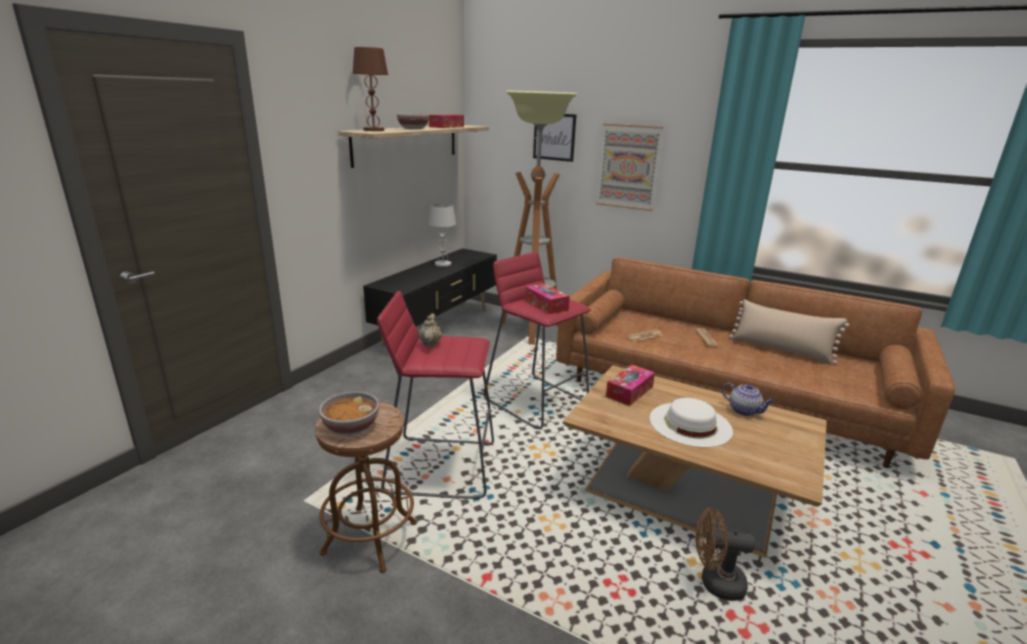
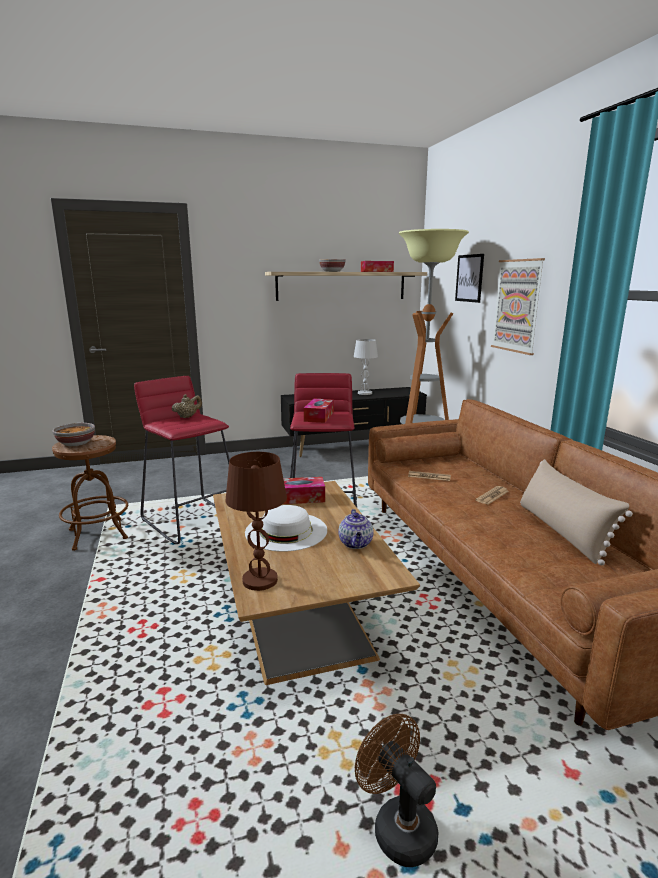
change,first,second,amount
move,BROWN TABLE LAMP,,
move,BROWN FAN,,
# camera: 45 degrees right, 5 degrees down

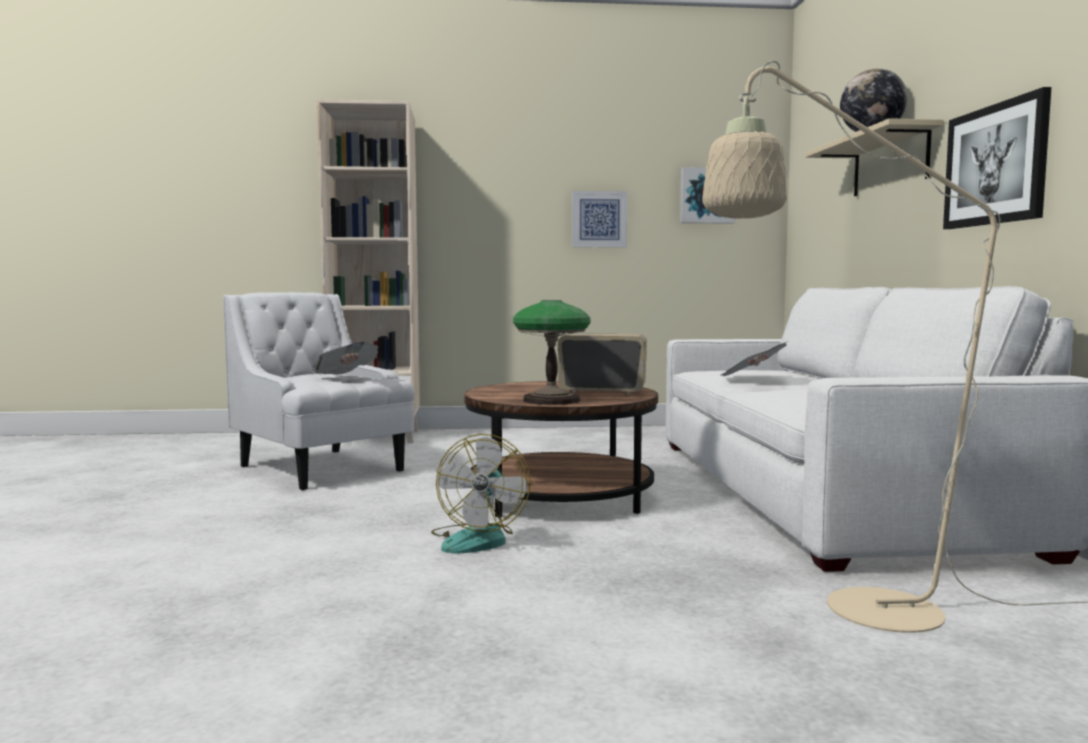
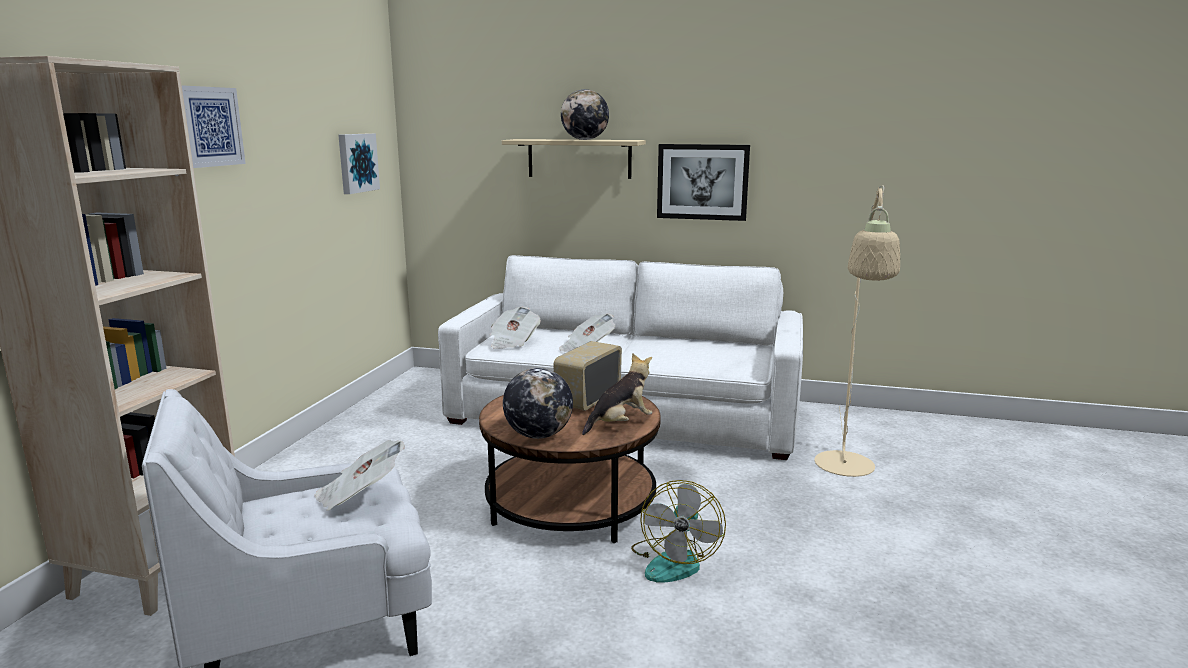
change,first,second,amount
insert,,NEWSPAPER (2nd from left),
insert,,GLOBE (1st from left),
move,PICTURE (1st from left),,
replace,TABLE LAMP,PLUSH TOY,
rotate,FAN,,75 degrees clockwise
# camera: 70 degrees left, 10 degrees up

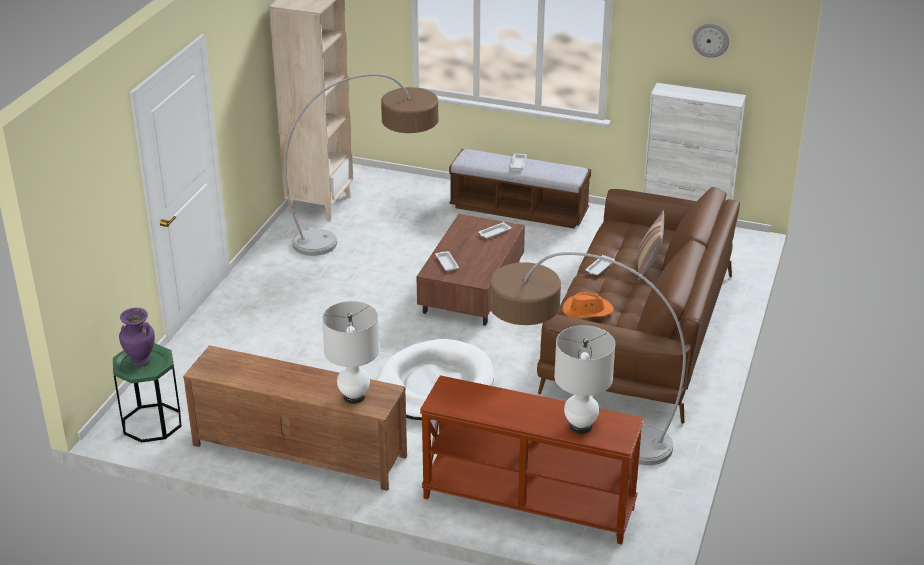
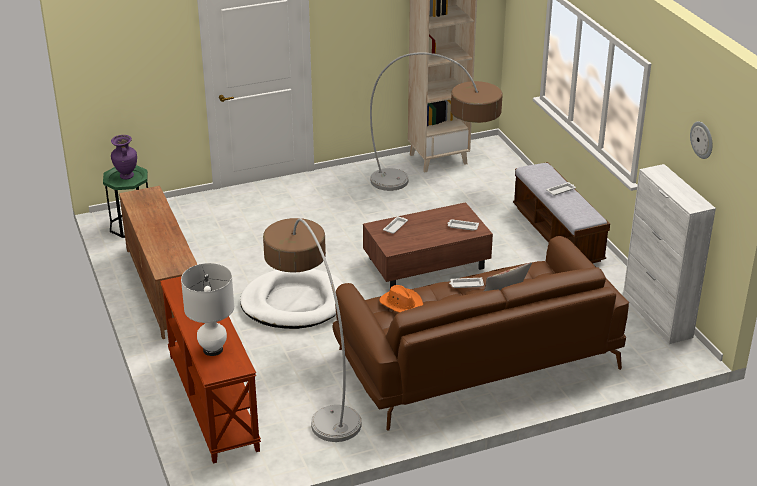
change,first,second,amount
delete,WHITE TABLE LAMP (1st from left),,
# camera: 50 degrees right, 0 degrees up

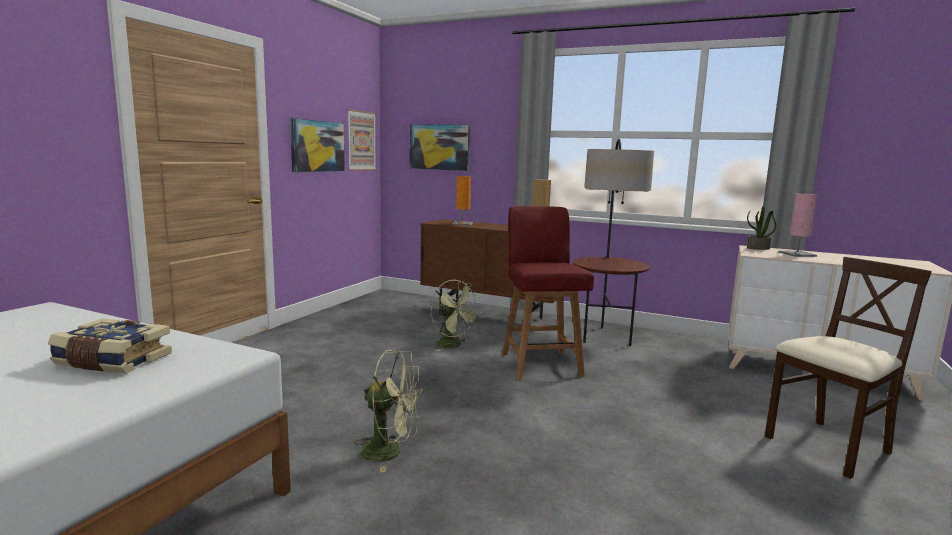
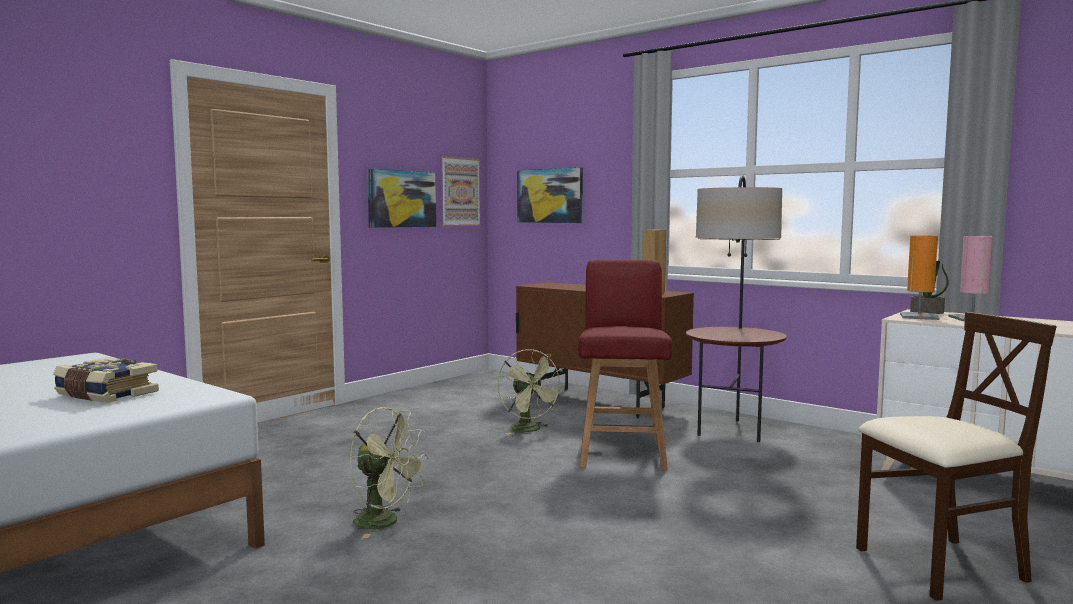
change,first,second,amount
move,ORANGE TABLE LAMP,,
# camera: 15 degrees right, 5 degrees down

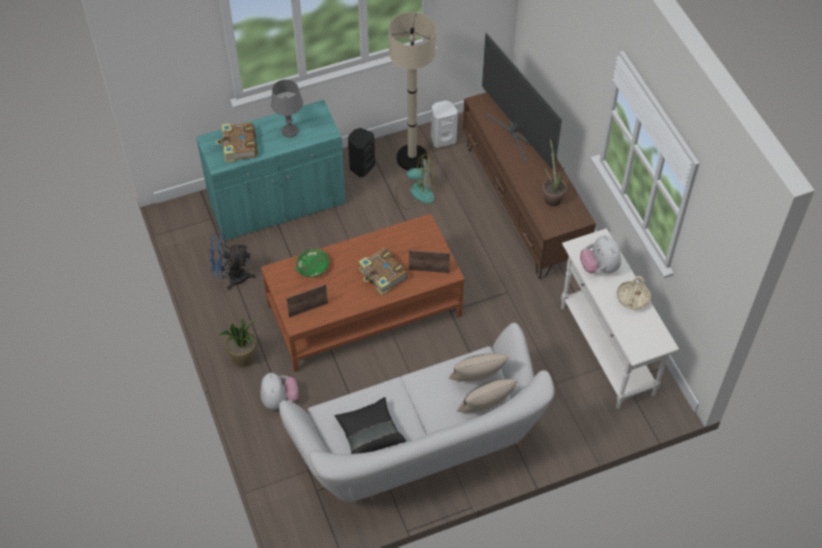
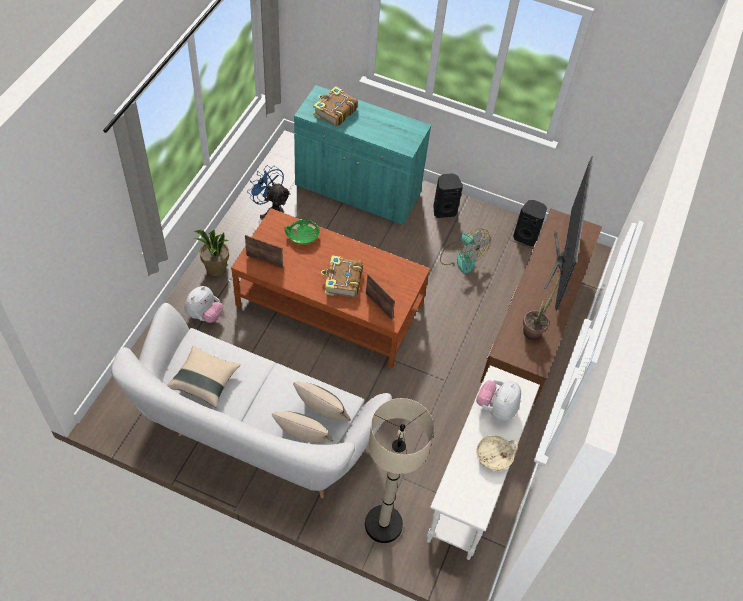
change,first,second,amount
delete,GREY TABLE LAMP,,
move,BEIGE FLOOR LAMP,,
recolor,BLACK PILLOW,BEIGE PILLOW (1st from left),
recolor,WHITE SPEAKER,BLACK SPEAKER (2nd from left),
# camera: 40 degrees right, 0 degrees up

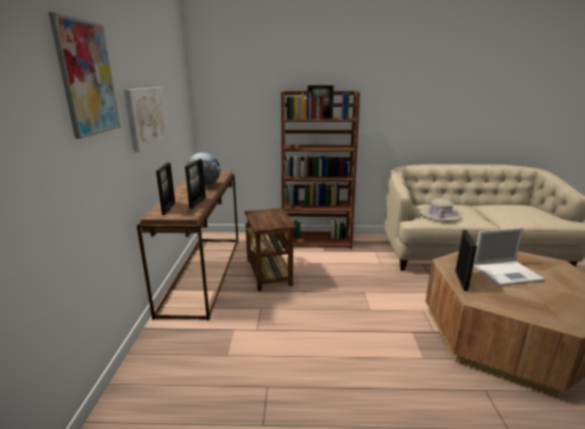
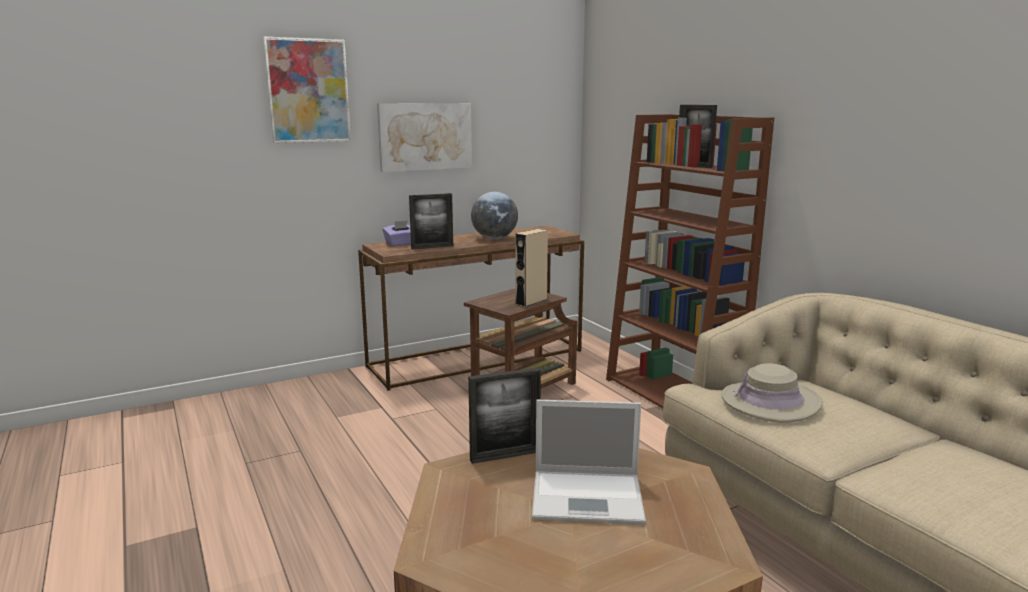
change,first,second,amount
insert,,BEIGE SPEAKER,
replace,PICTURE FRAME (1st from left),PURPLE TISSUE BOX,
rotate,LAPTOP,,45 degrees counterclockwise
# camera: 60 degrees right, 5 degrees down

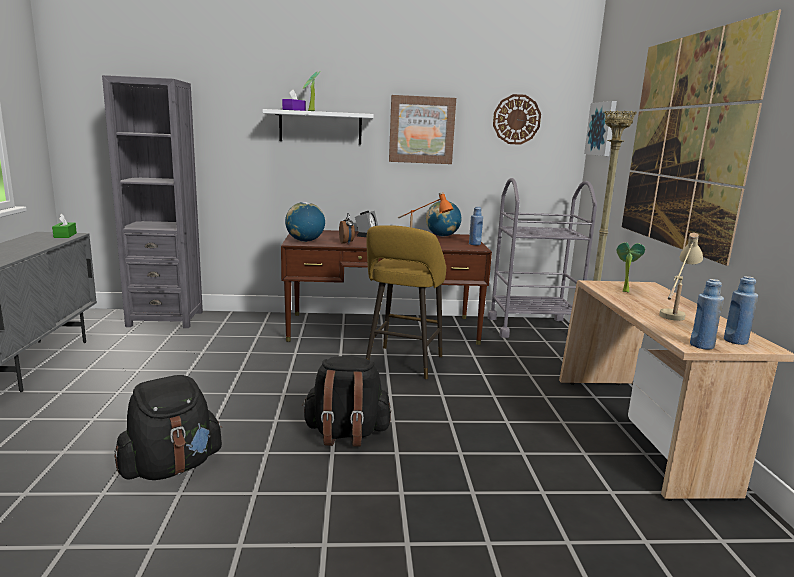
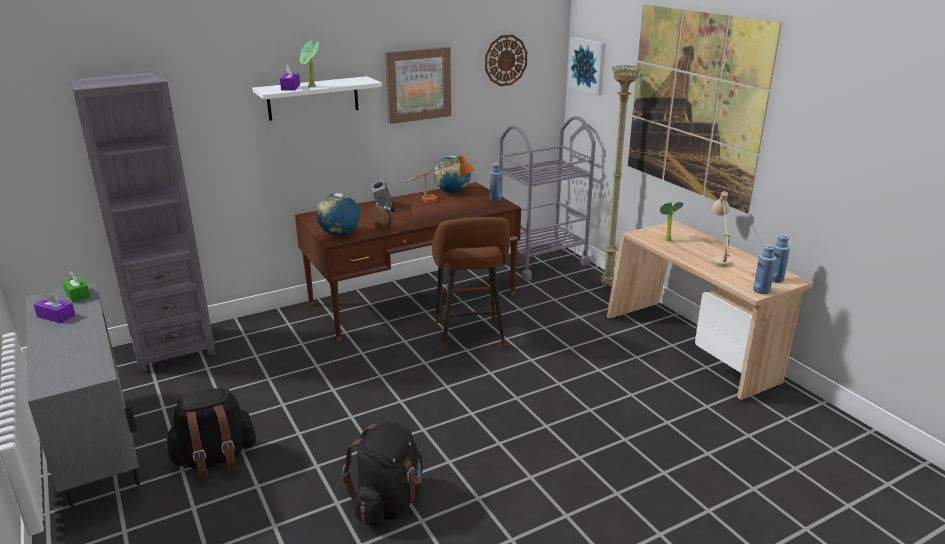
change,first,second,amount
insert,,PURPLE TISSUE BOX (1st from left),
move,BLACK BACKPACK (2nd from left in the first image),BLACK BACKPACK (1st from left),
recolor,YELLOW STOOL,BROWN STOOL,
# camera: 25 degrees left, 10 degrees up

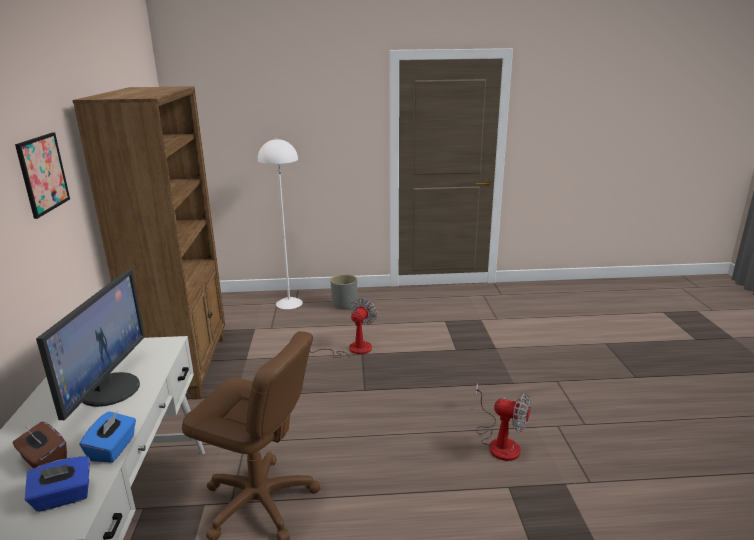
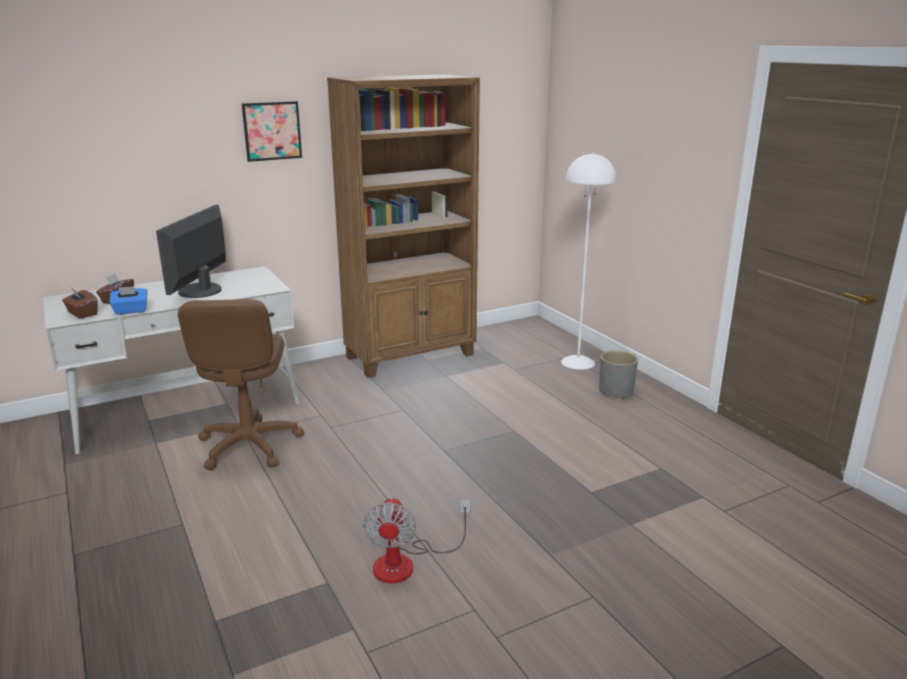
change,first,second,amount
delete,FAN (1st from left),,
recolor,BLUE TISSUE BOX (1st from left),BROWN TISSUE BOX (1st from left),
rotate,MONITOR,,120 degrees clockwise
# camera: 65 degrees right, 0 degrees up

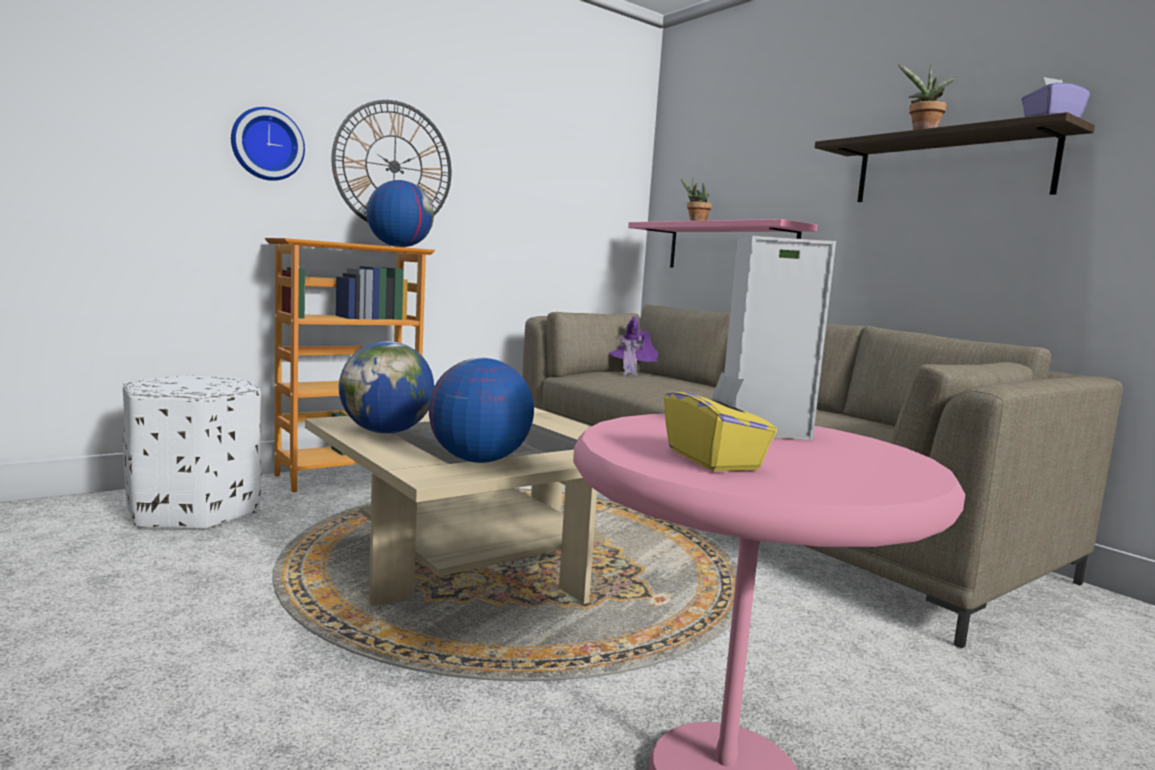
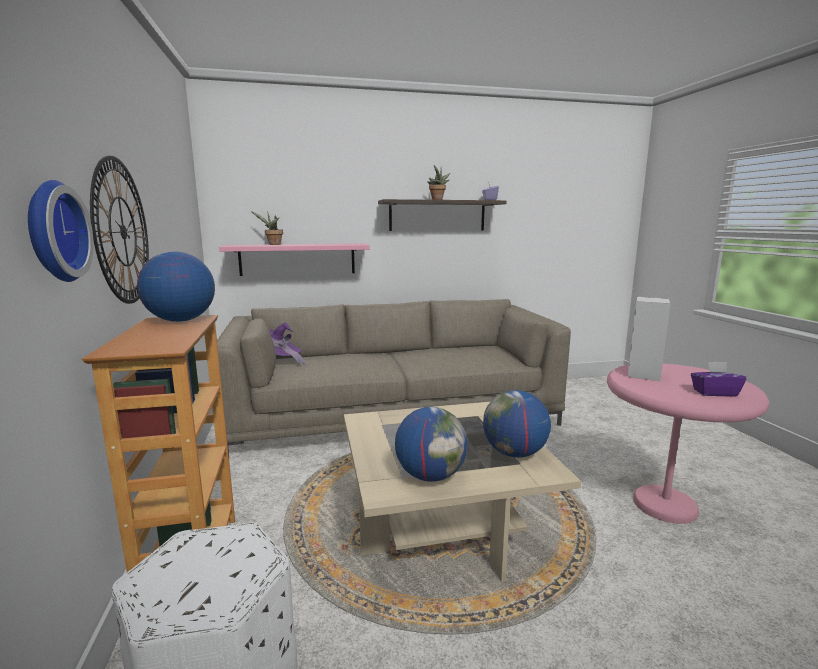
change,first,second,amount
recolor,YELLOW TISSUE BOX,PURPLE TISSUE BOX (2nd from left),
# camera: 65 degrees left, 5 degrees up

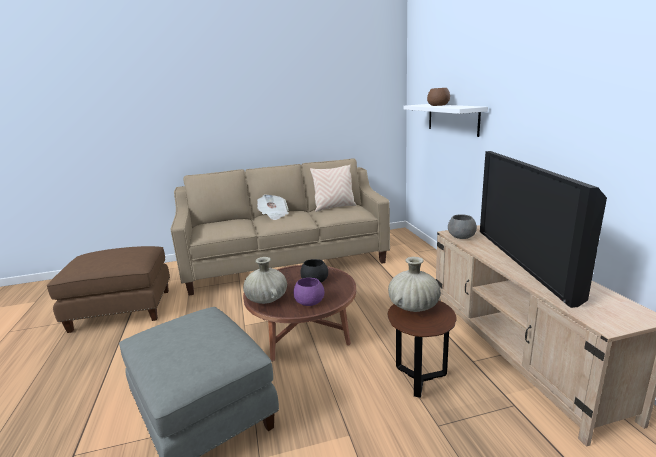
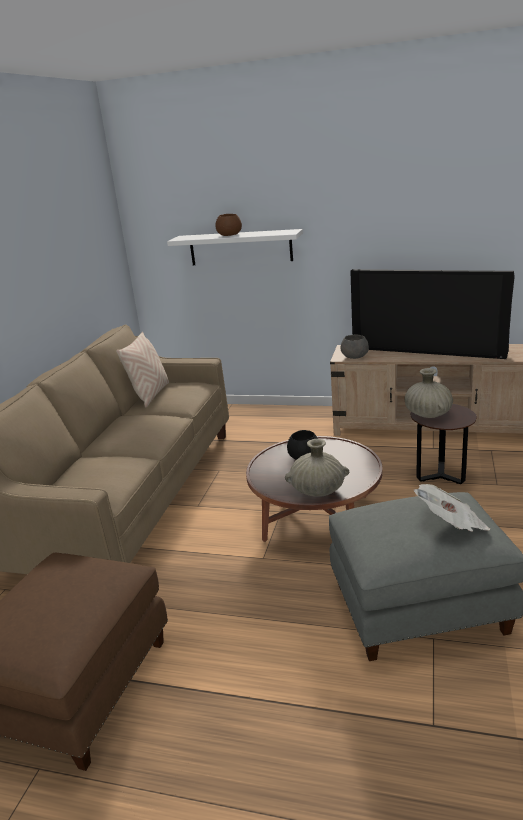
change,first,second,amount
delete,PURPLE BOWL,,
move,NEWSPAPER,,
# camera: 60 degrees left, 5 degrees up

